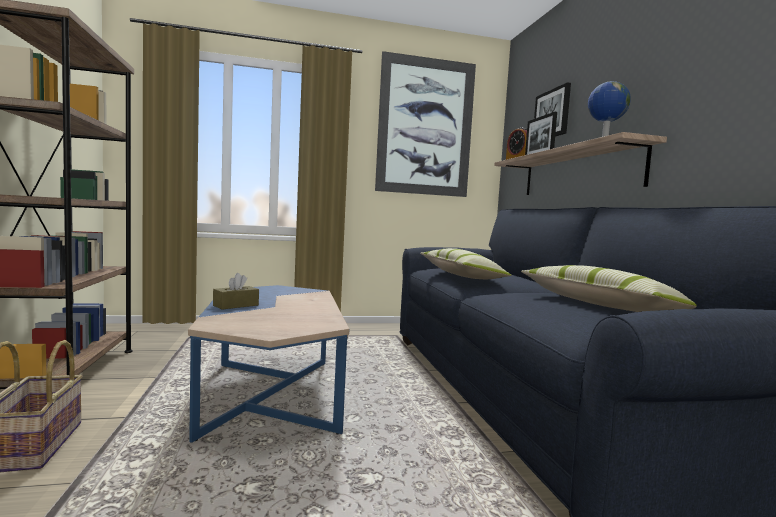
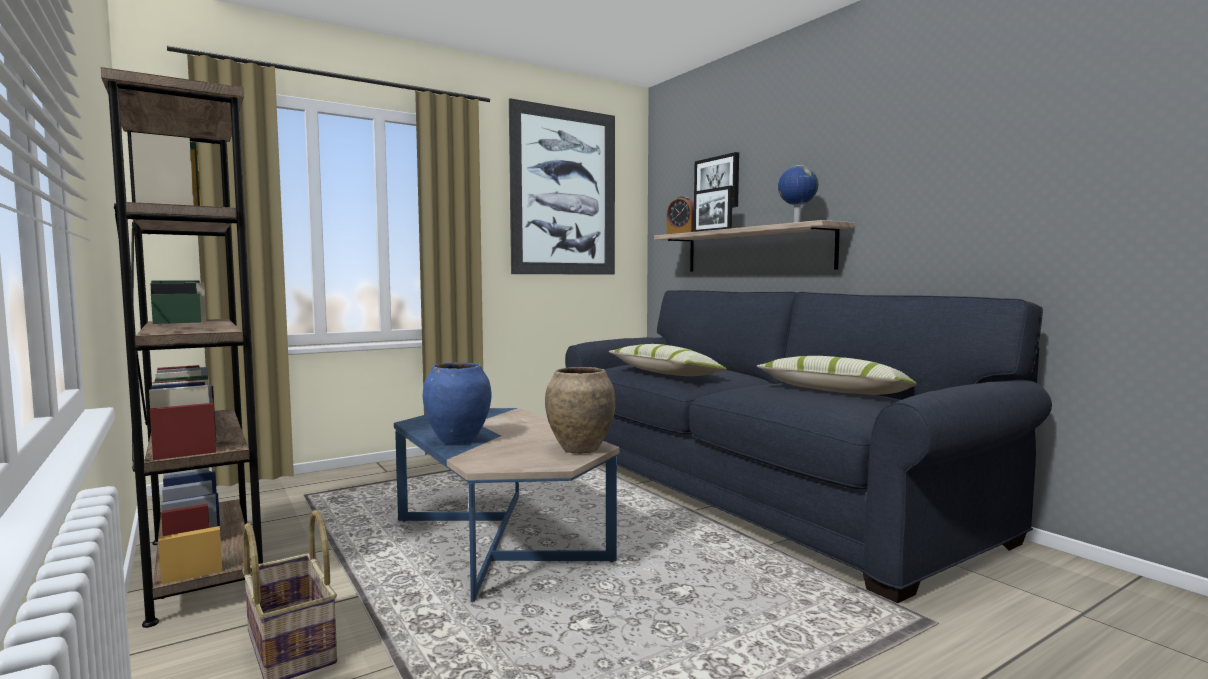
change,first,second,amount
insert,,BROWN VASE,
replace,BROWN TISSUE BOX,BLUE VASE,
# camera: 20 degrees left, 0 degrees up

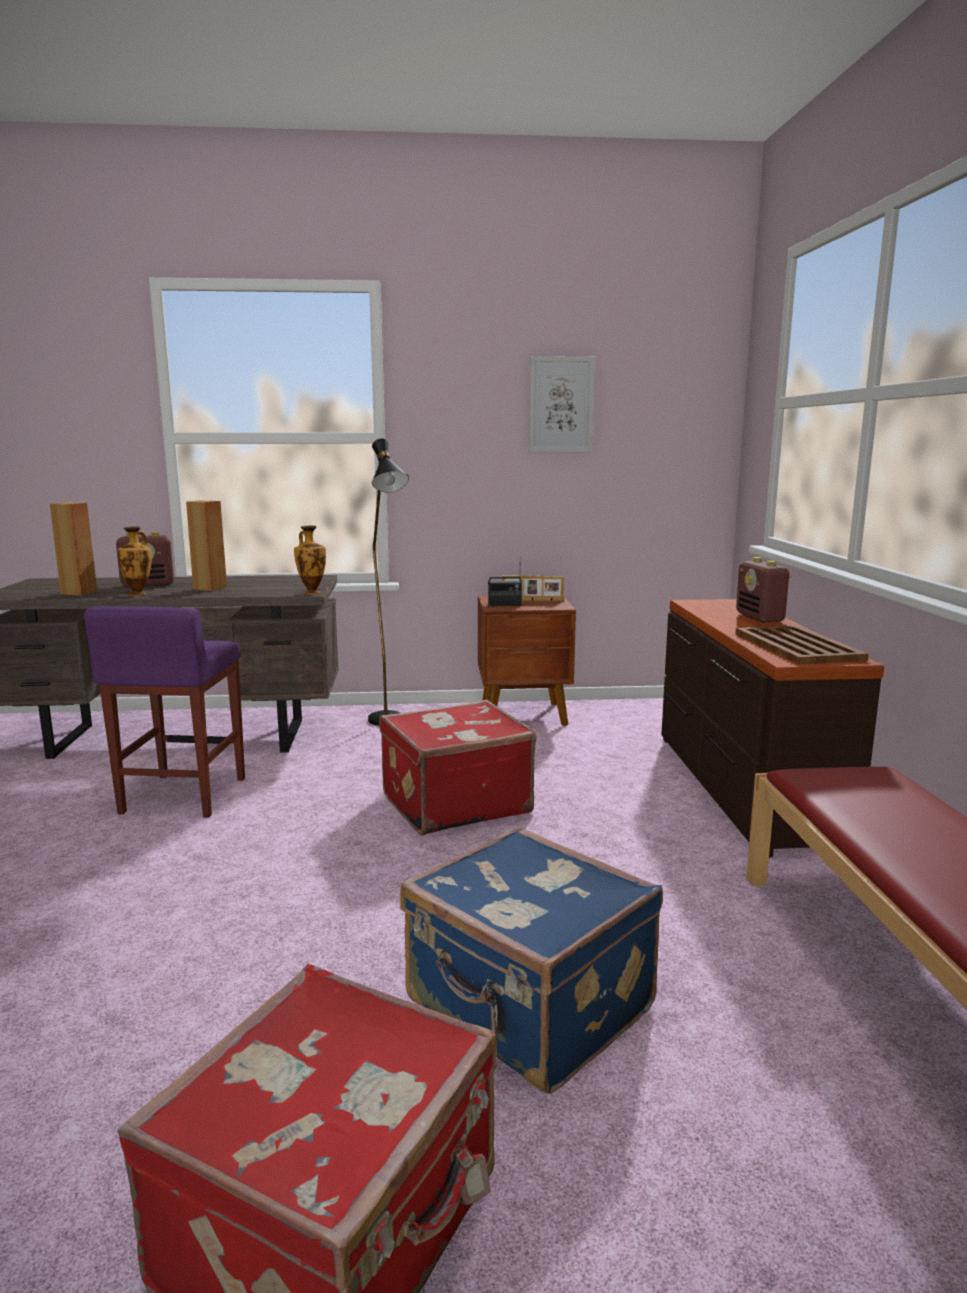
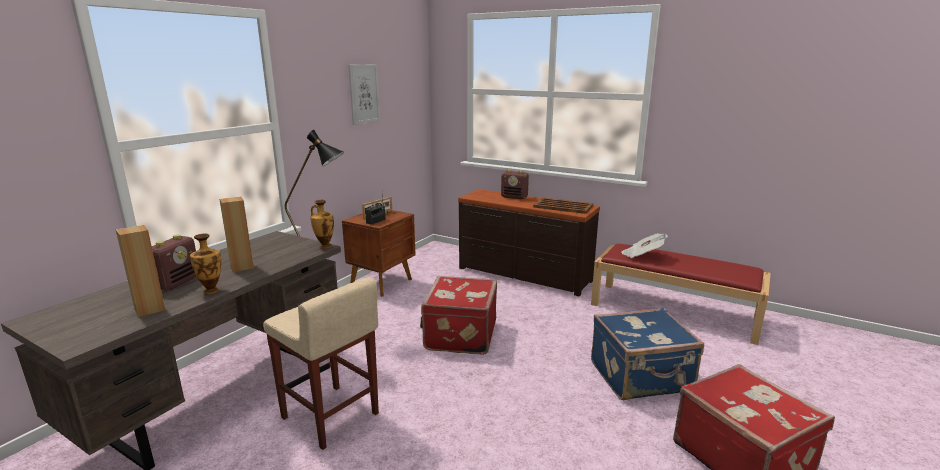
change,first,second,amount
insert,,NEWSPAPER,
recolor,PURPLE STOOL,BEIGE STOOL,
# camera: 55 degrees left, 5 degrees up

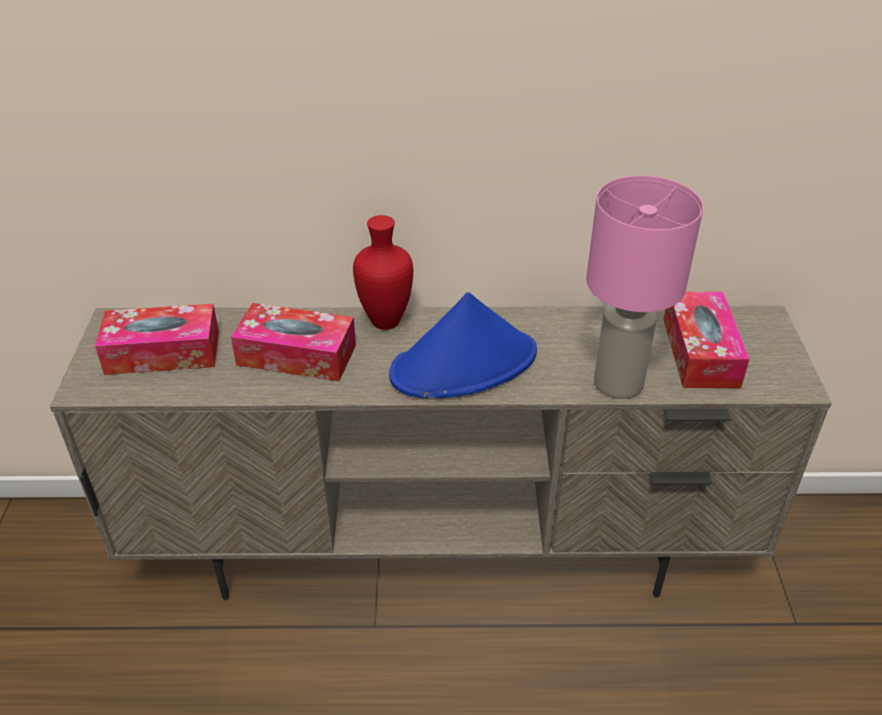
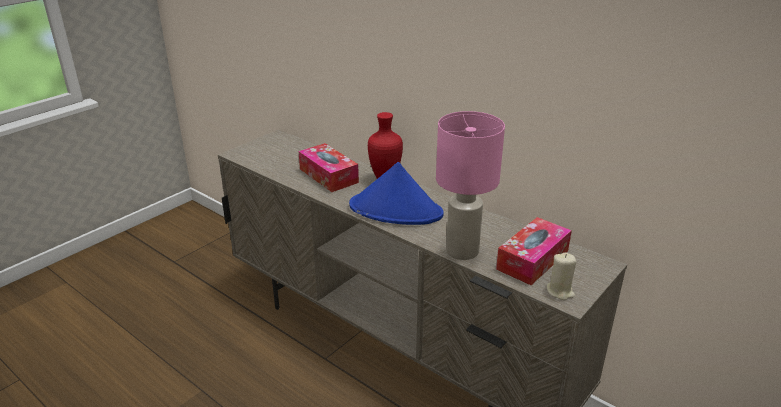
change,first,second,amount
delete,TISSUE BOX (1st from left),,
insert,,BEIGE CANDLE,
# camera: 40 degrees right, 10 degrees down

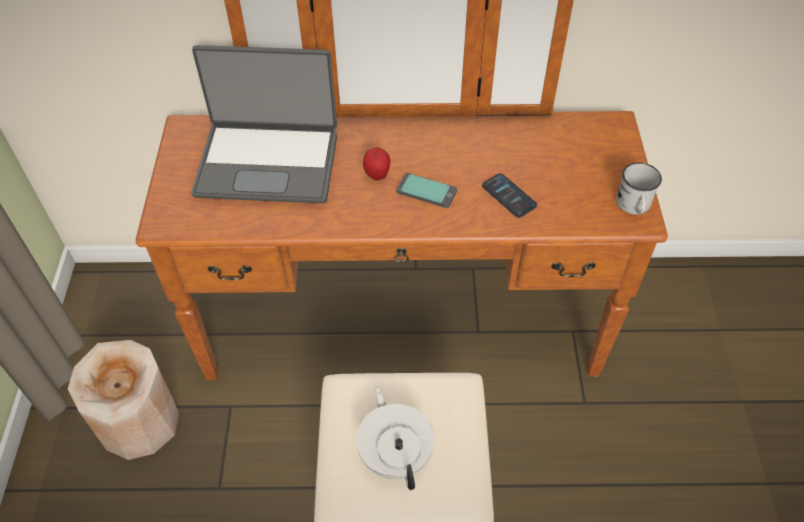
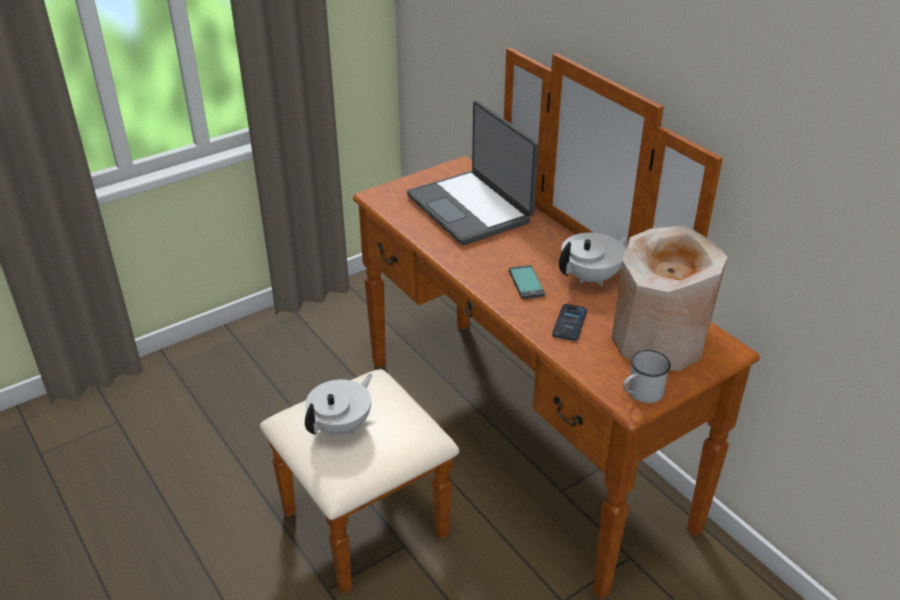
change,first,second,amount
delete,APPLE,,
insert,,WHITE TEAPOT (2nd from left),
move,BEIGE VASE,,
# camera: 55 degrees right, 15 degrees down

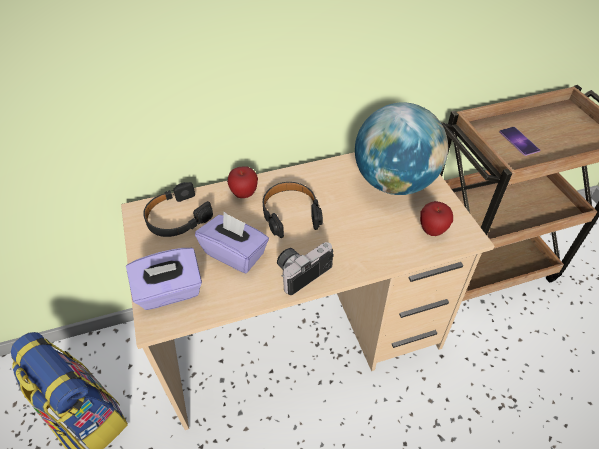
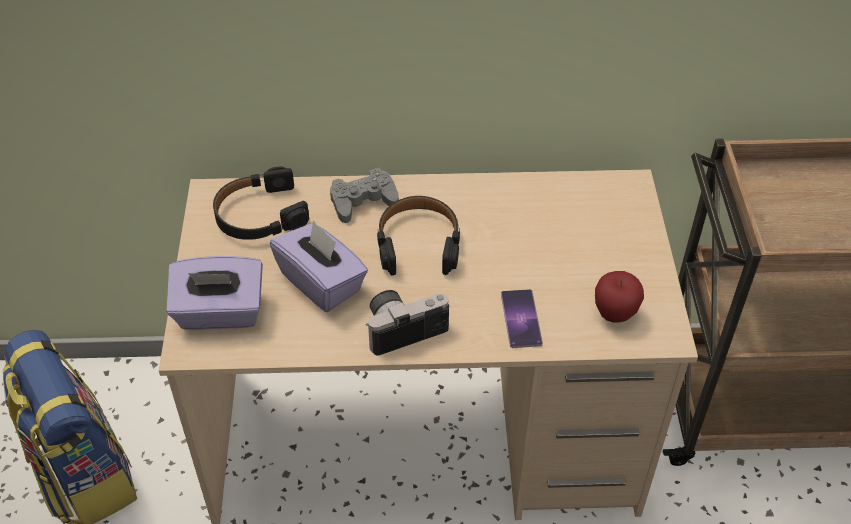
change,first,second,amount
delete,GLOBE,,
move,PHONE,,
replace,APPLE (1st from left),GREY GAME CONTROLLER,
# camera: 15 degrees right, 0 degrees up

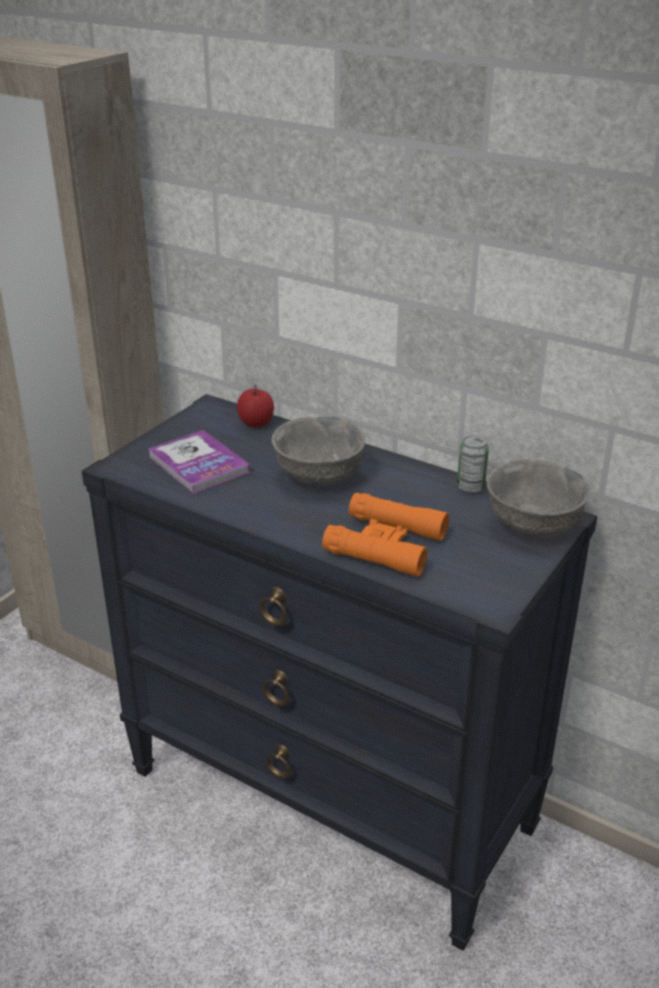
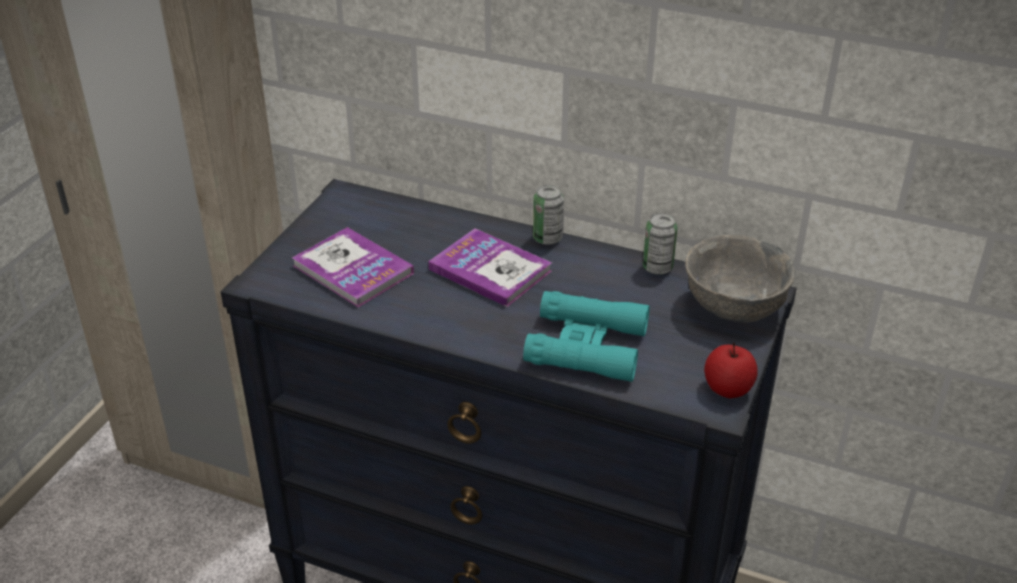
change,first,second,amount
insert,,CAN (1st from left),
move,APPLE,,
replace,GREY BOWL (1st from left),BOOK (2nd from left),
recolor,ORANGE BINOCULARS,TURQUOISE BINOCULARS,
# camera: 10 degrees left, 5 degrees up

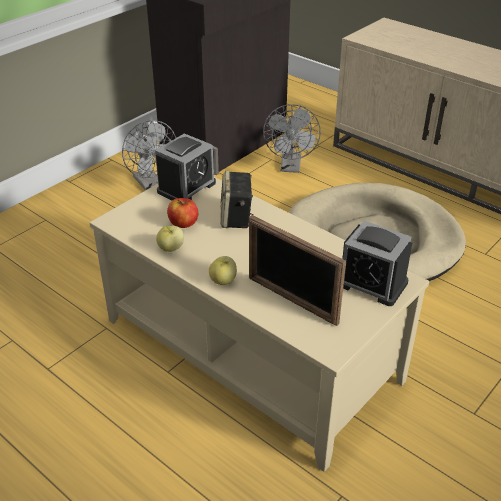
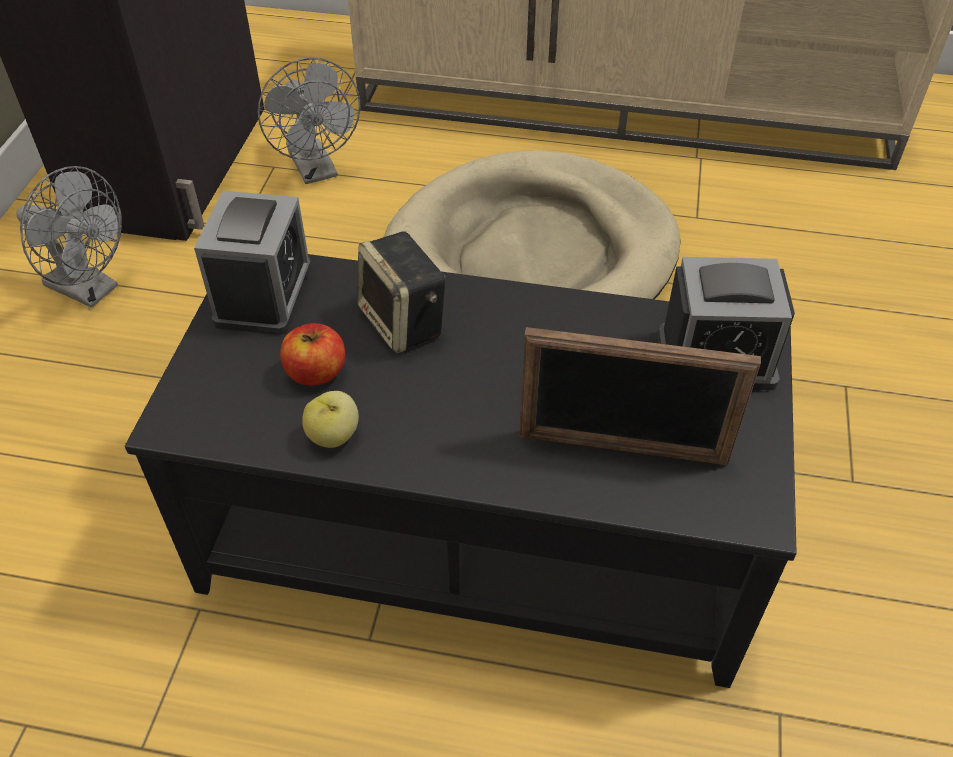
change,first,second,amount
delete,APPLE (3rd from left),,
recolor,BEIGE COFFEE TABLE,BLACK COFFEE TABLE,
# camera: 30 degrees left, 10 degrees up

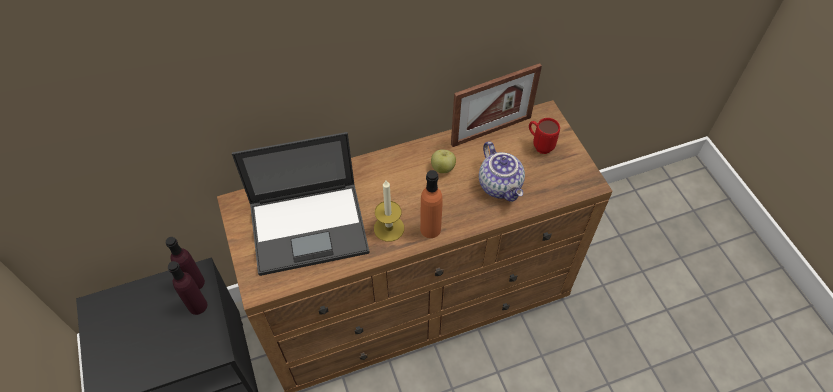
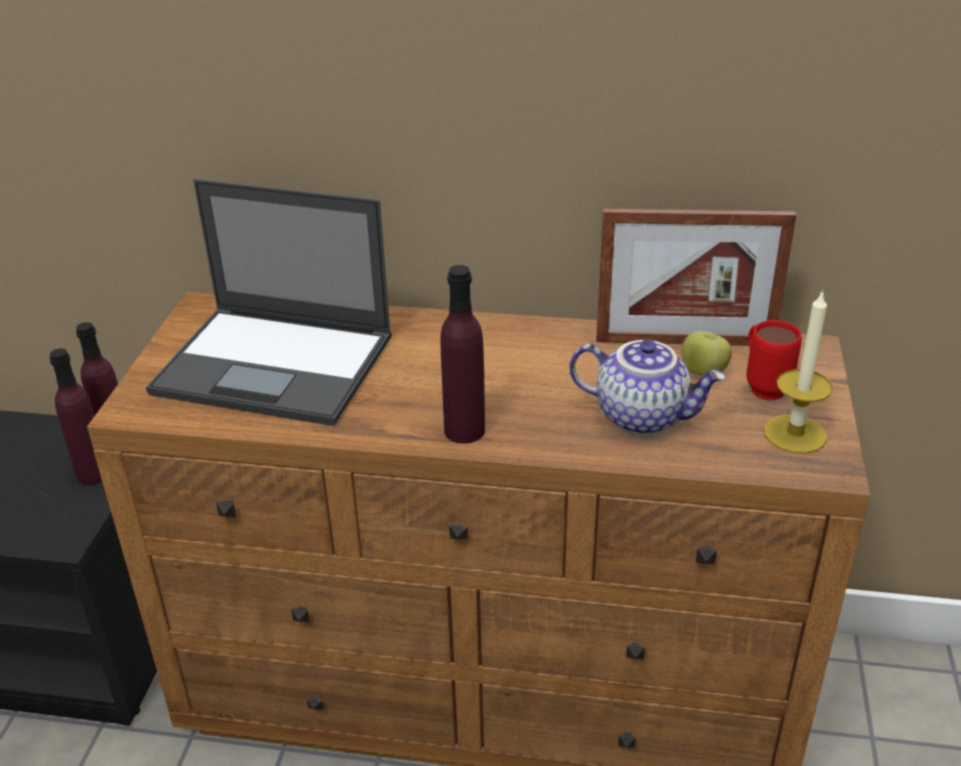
change,first,second,amount
move,CANDLE,,
move,APPLE,,
recolor,ORANGE BOTTLE,PURPLE BOTTLE (3rd from left),
rotate,TEAPOT,,75 degrees counterclockwise
# camera: 30 degrees right, 20 degrees down

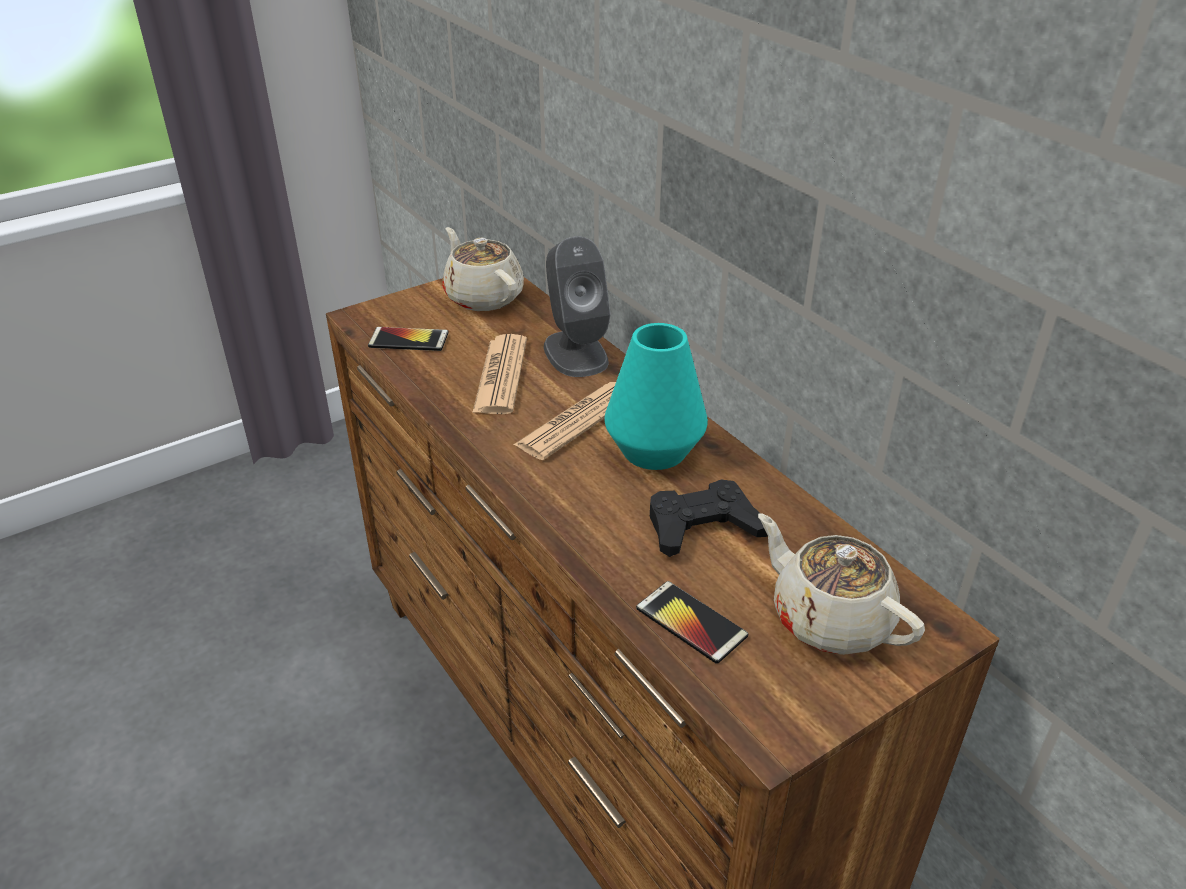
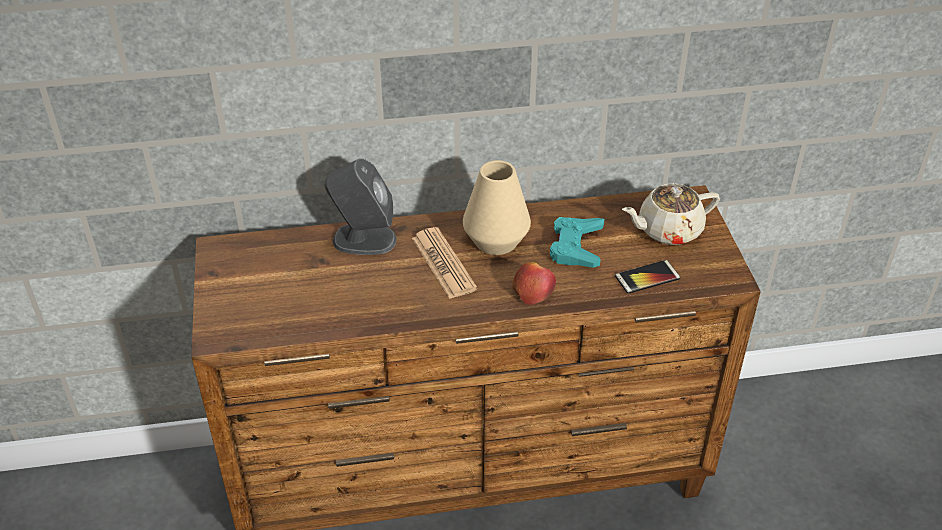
change,first,second,amount
delete,PHONE (1st from left),,
delete,BEIGE TEAPOT (1st from left),,
delete,NEWSPAPER (1st from left),,
insert,,APPLE,
recolor,TURQUOISE VASE,BEIGE VASE,
recolor,BLACK GAME CONTROLLER,TURQUOISE GAME CONTROLLER,
# camera: 65 degrees left, 5 degrees up

